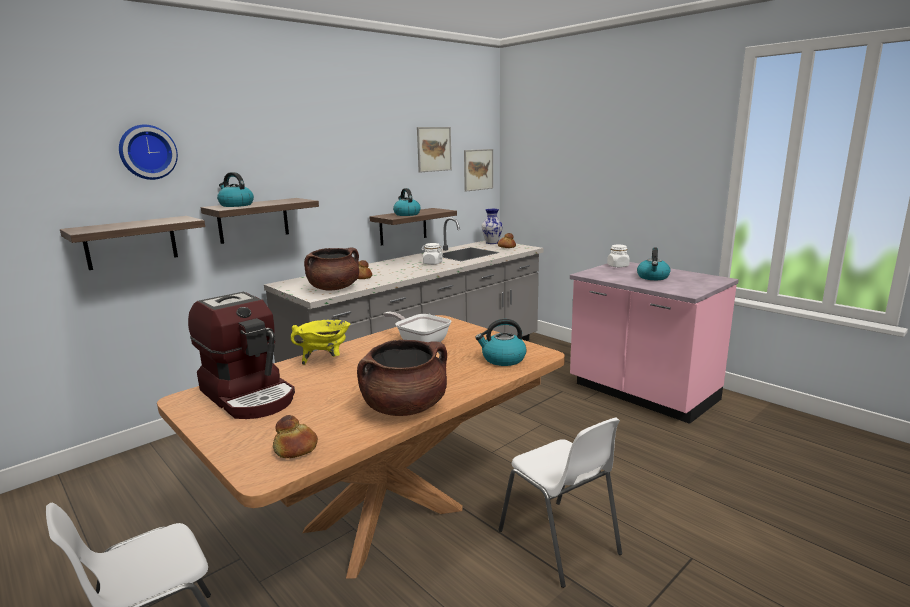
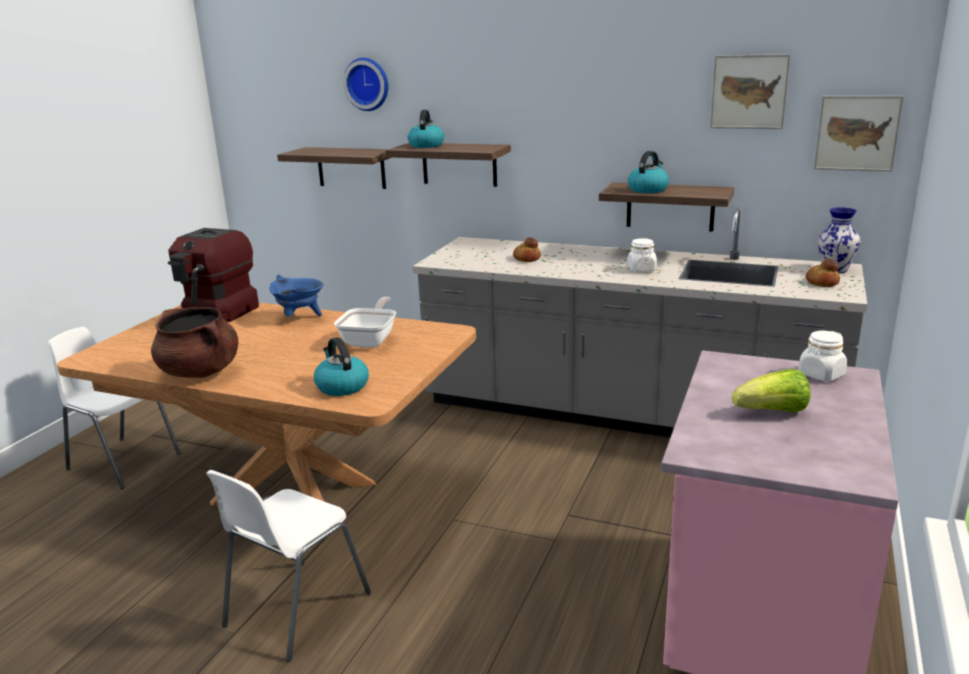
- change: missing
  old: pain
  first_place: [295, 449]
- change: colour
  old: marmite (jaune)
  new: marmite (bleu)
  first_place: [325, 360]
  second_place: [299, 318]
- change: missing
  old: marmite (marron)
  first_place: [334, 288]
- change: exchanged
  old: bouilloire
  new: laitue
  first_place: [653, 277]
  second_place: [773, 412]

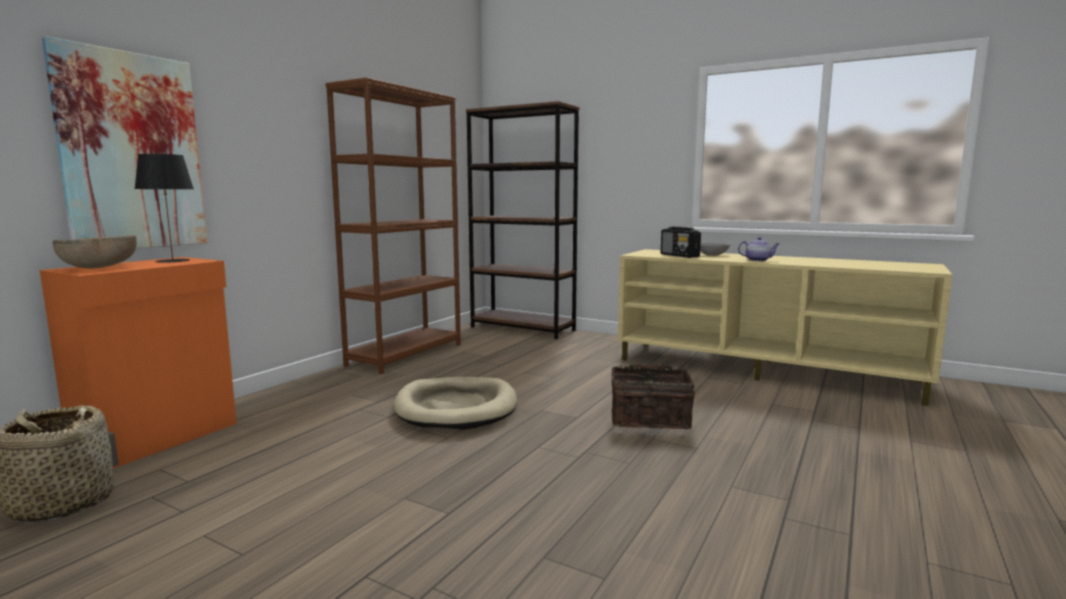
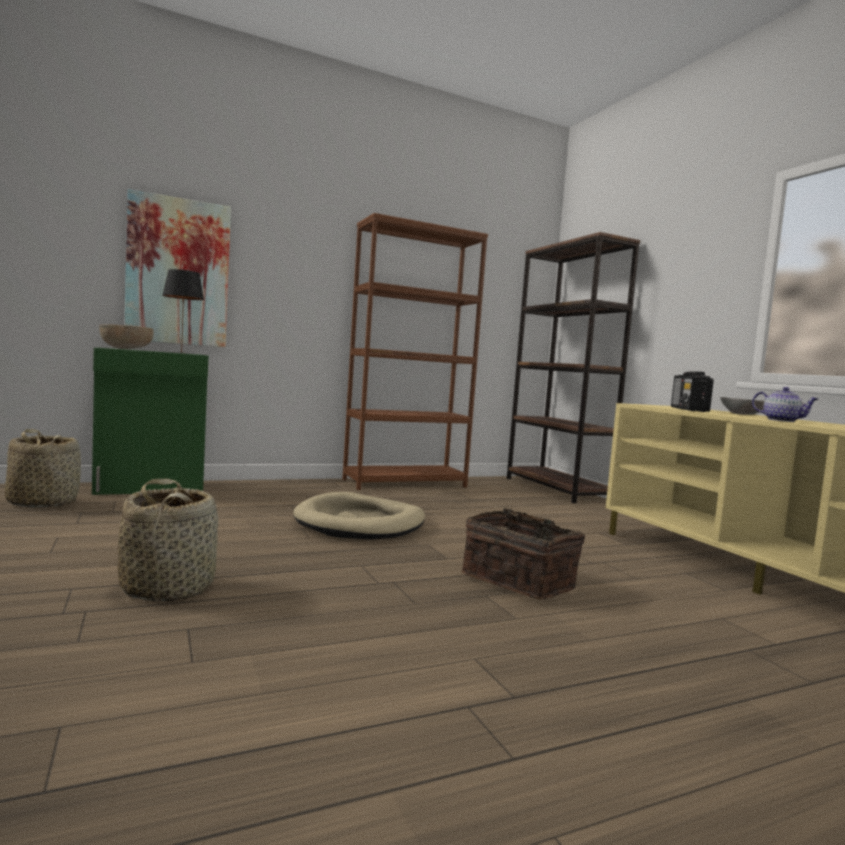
- change: colour
  old: meuble de rangement (orange)
  new: meuble de rangement (vert)
  first_place: [160, 438]
  second_place: [150, 488]
- change: appeared
  new: panier
  second_place: [168, 587]

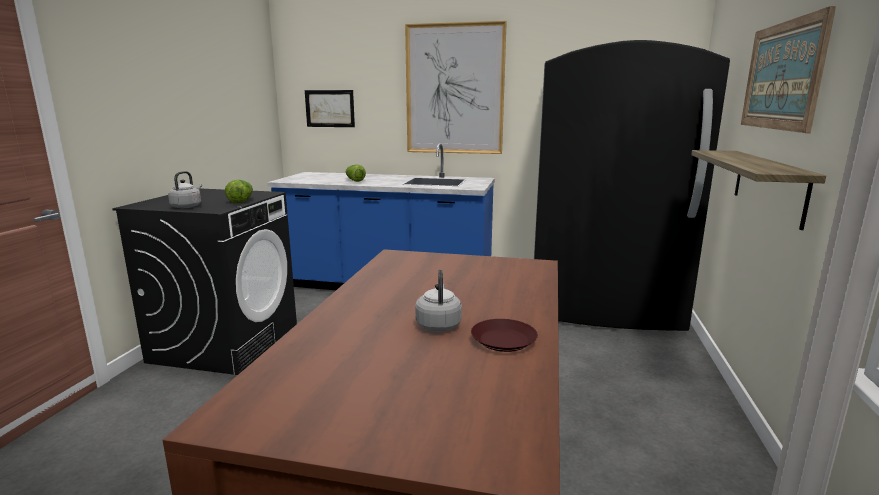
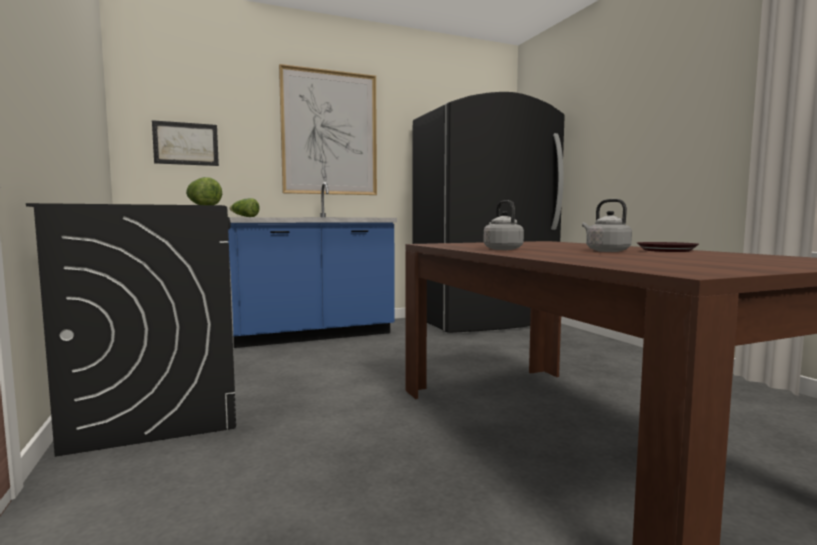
- change: relocated
  old: bouilloire (gris)
  first_place: [187, 206]
  second_place: [501, 249]
- change: missing
  old: étagère
  first_place: [768, 185]
- change: missing
  old: tableau
  first_place: [782, 76]

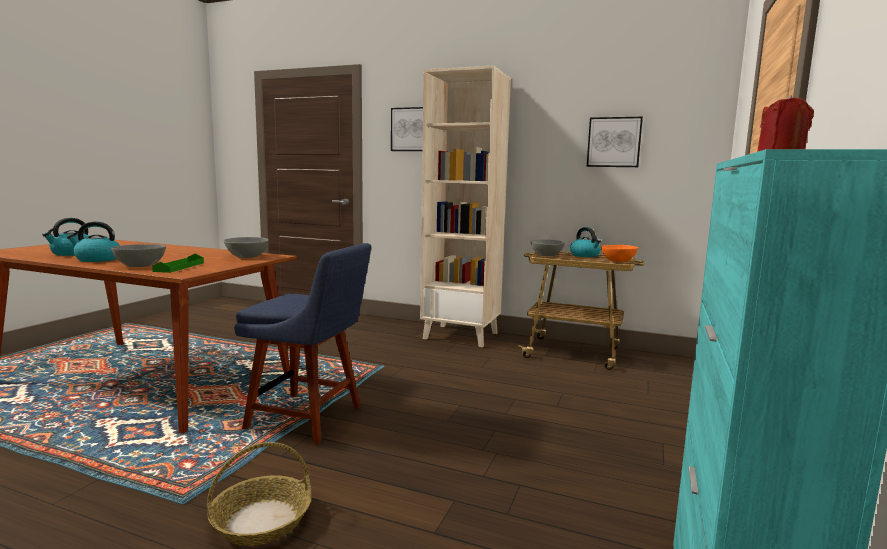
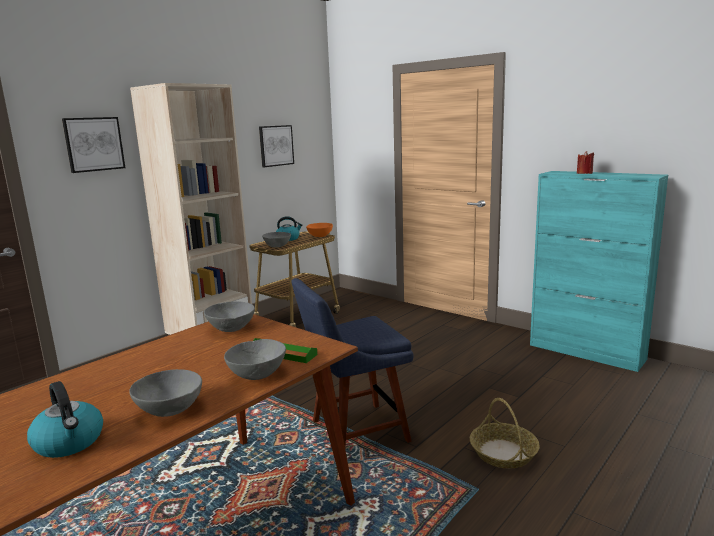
- change: exchanged
  old: bouilloire
  new: bol (gris)
  first_place: [97, 259]
  second_place: [170, 409]
- change: spun
  old: chaise (bleu)
  first_place: [310, 418]
  second_place: [354, 432]
  degrees: -150

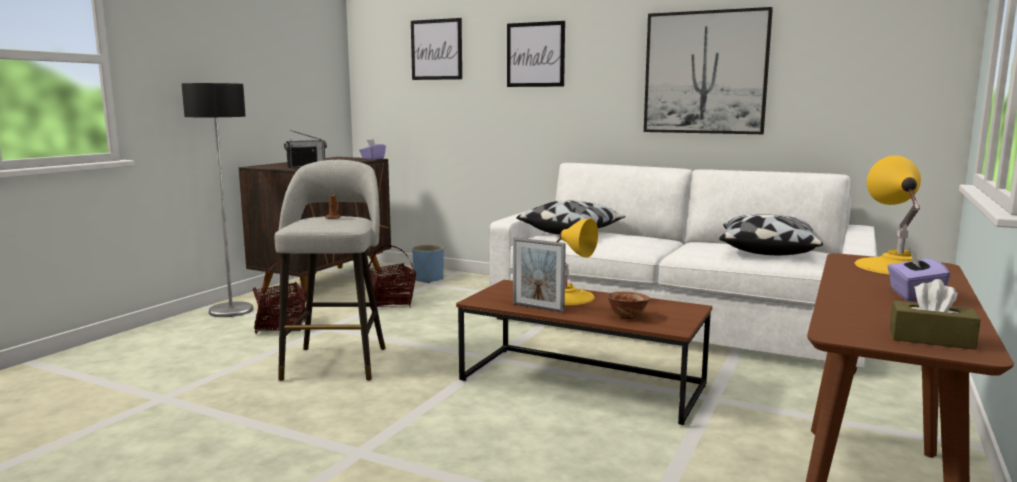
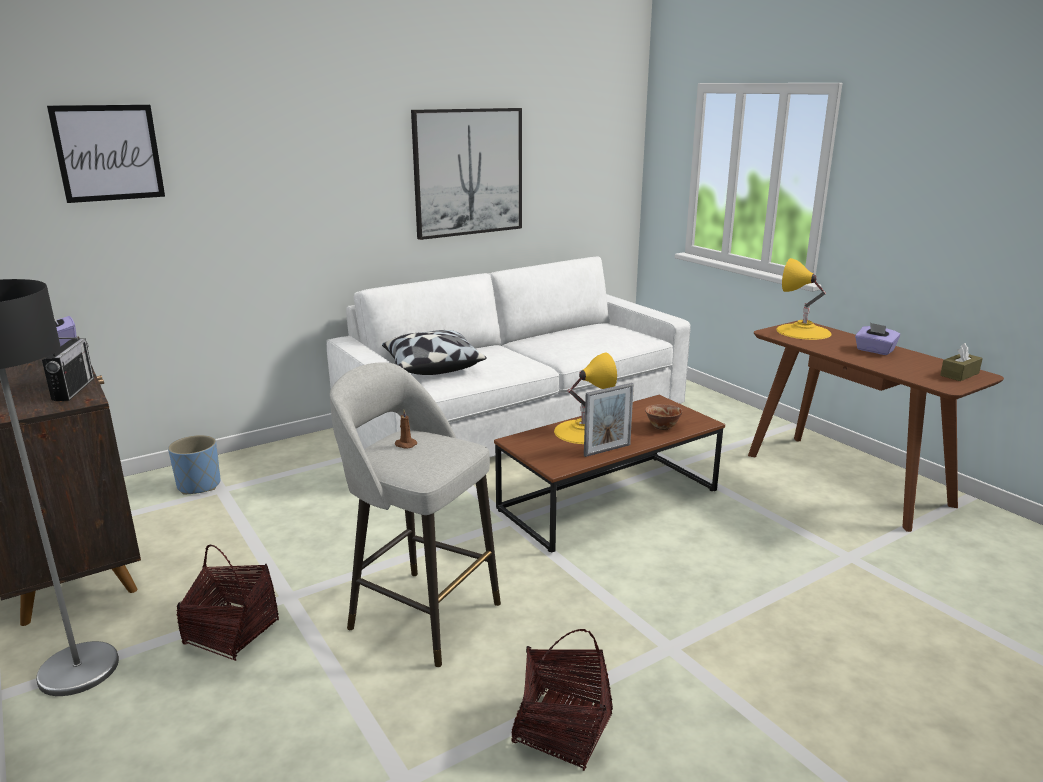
- change: relocated
  old: panier
  first_place: [391, 303]
  second_place: [562, 730]
- change: missing
  old: tableau
  first_place: [535, 54]
- change: missing
  old: coussin
  first_place: [766, 251]

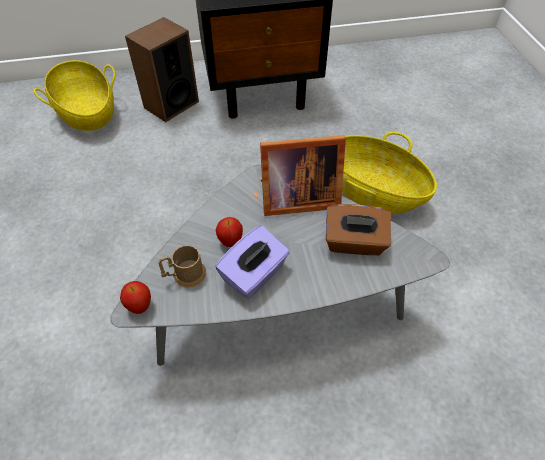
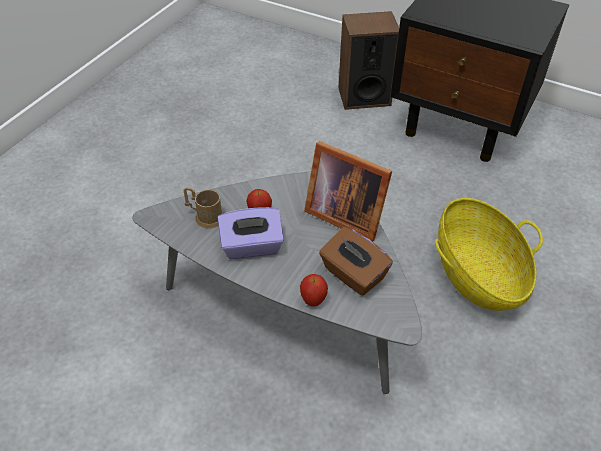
- change: missing
  old: panier
  first_place: [87, 112]
- change: relocated
  old: pomme
  first_place: [140, 306]
  second_place: [313, 300]

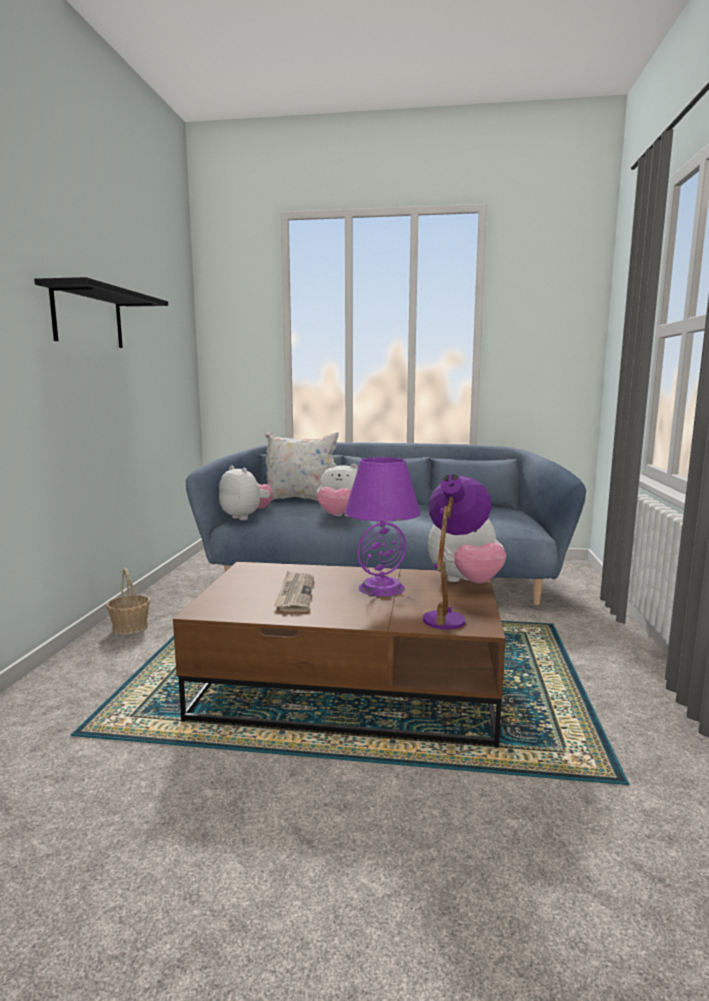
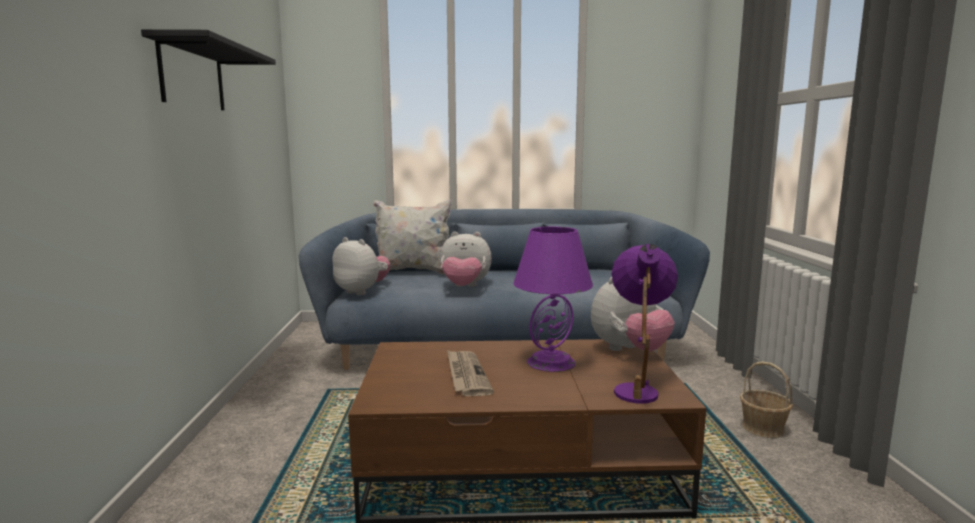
- change: relocated
  old: panier
  first_place: [130, 627]
  second_place: [763, 428]

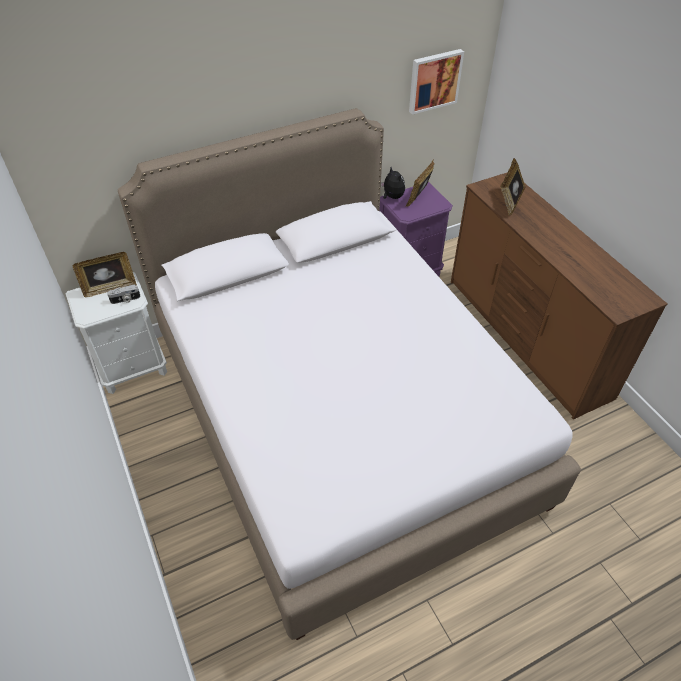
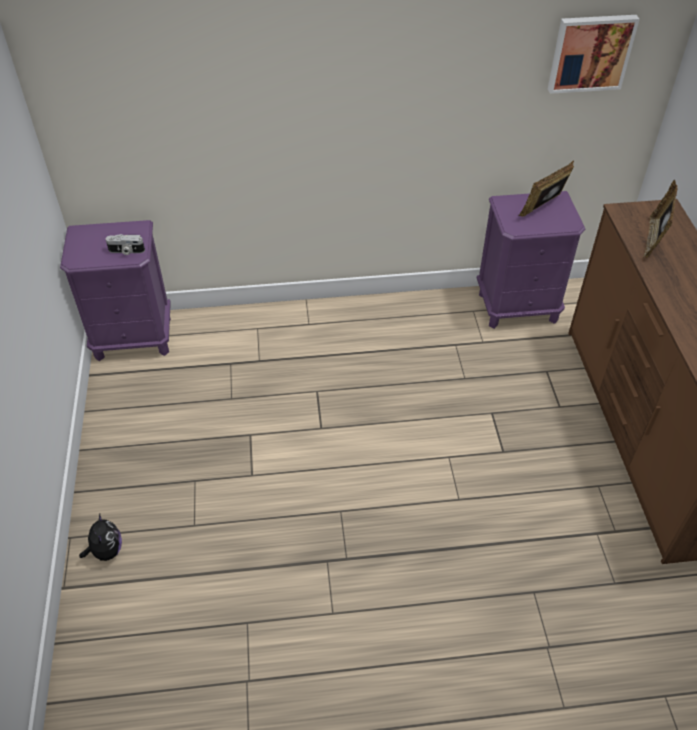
- change: colour
  old: table de chevet (blanc)
  new: table de chevet (violet)
  first_place: [133, 368]
  second_place: [133, 337]
- change: missing
  old: cadre photo
  first_place: [110, 288]
- change: missing
  old: lit (blanc)
  first_place: [339, 416]
- change: relocated
  old: peluche
  first_place: [392, 197]
  second_place: [106, 551]

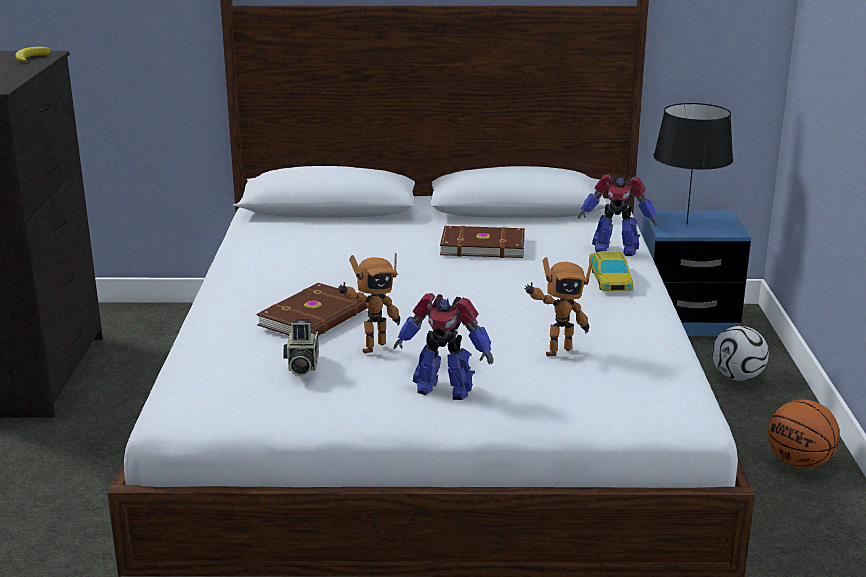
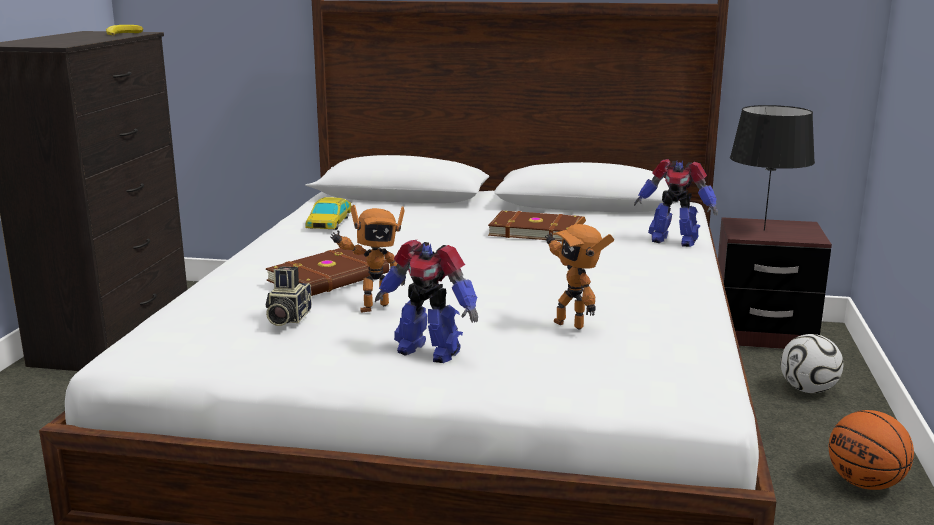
- change: spun
  old: robot jouet
  first_place: [556, 350]
  second_place: [571, 324]
  degrees: 60
- change: relocated
  old: petite voiture
  first_place: [610, 279]
  second_place: [329, 222]
- change: colour
  old: table de chevet (bleu)
  new: table de chevet (marron)
  first_place: [686, 321]
  second_place: [762, 333]

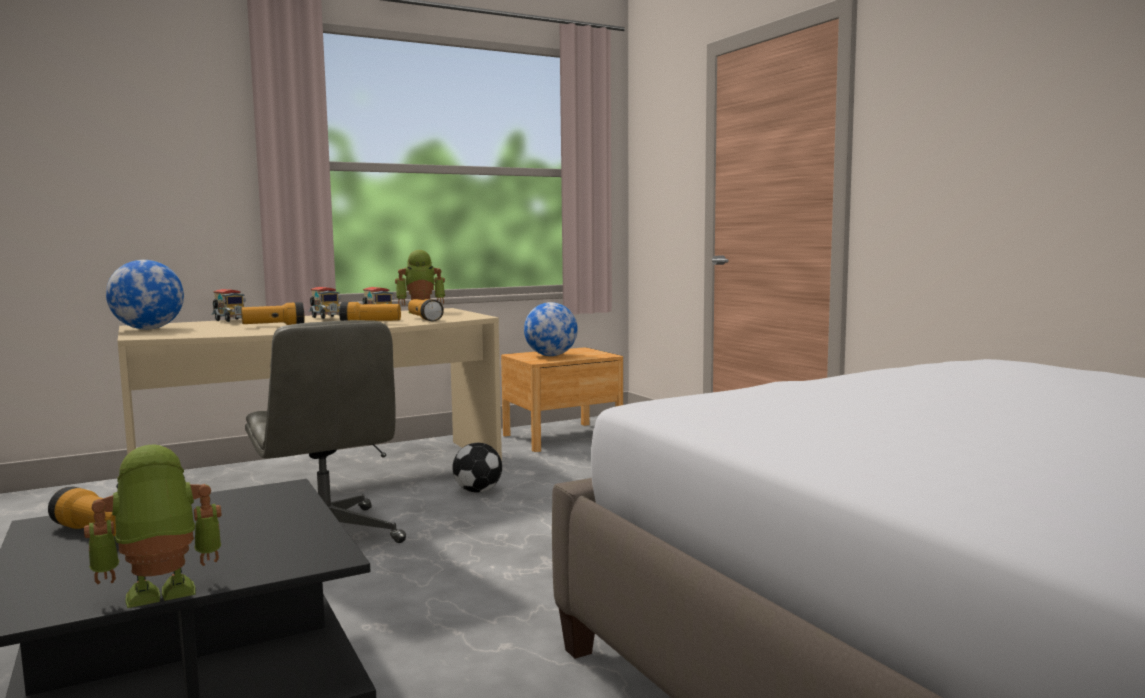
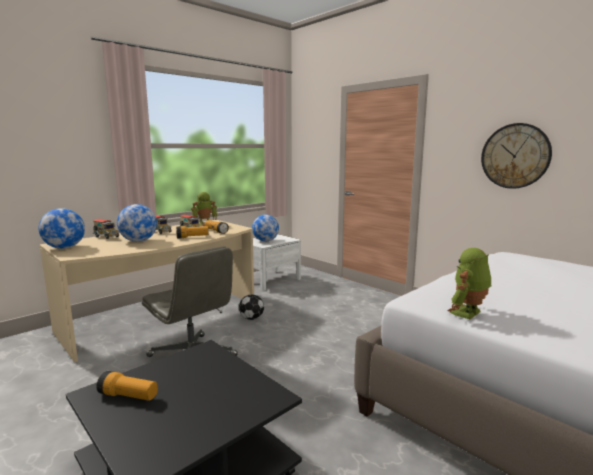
- change: relocated
  old: robot jouet
  first_place: [160, 595]
  second_place: [468, 313]
- change: exchanged
  old: lampe de poche
  new: globe
  first_place: [274, 325]
  second_place: [138, 241]
- change: colour
  old: table de chevet (marron)
  new: table de chevet (blanc)
  first_place: [562, 437]
  second_place: [270, 280]
- change: appeared
  new: horloge murale
  second_place: [515, 156]

